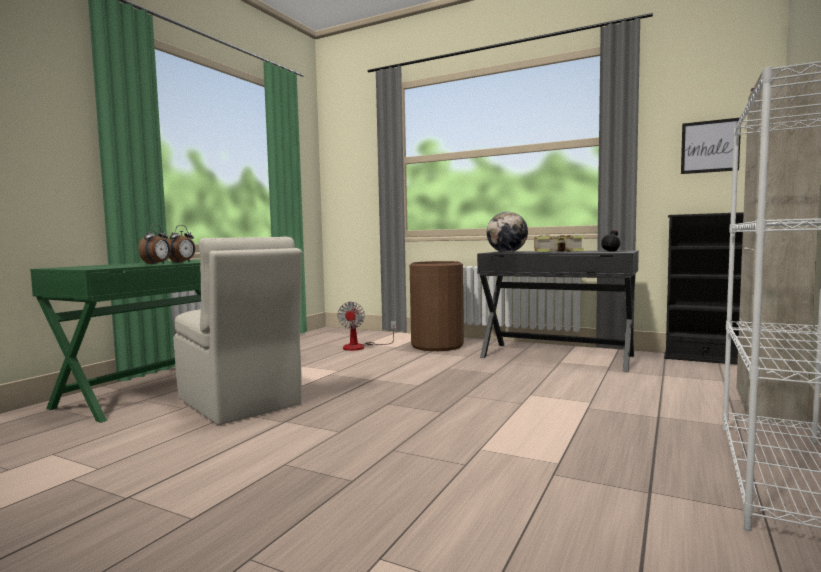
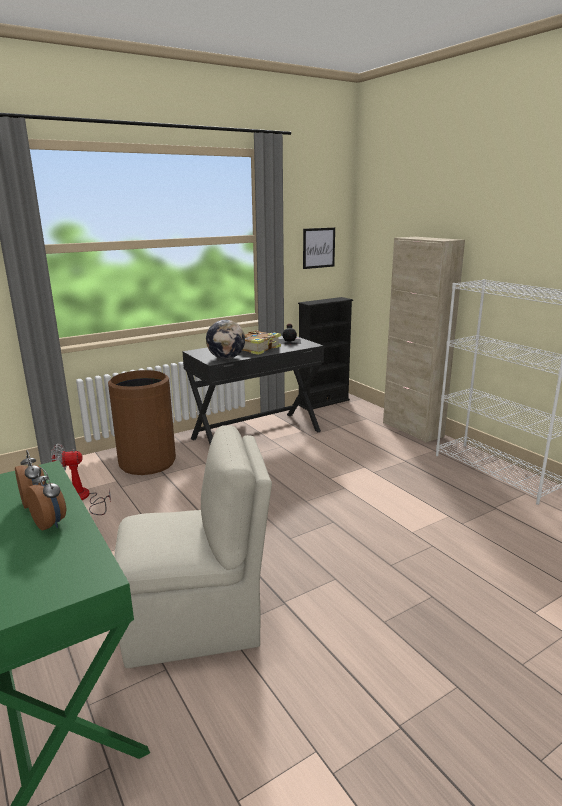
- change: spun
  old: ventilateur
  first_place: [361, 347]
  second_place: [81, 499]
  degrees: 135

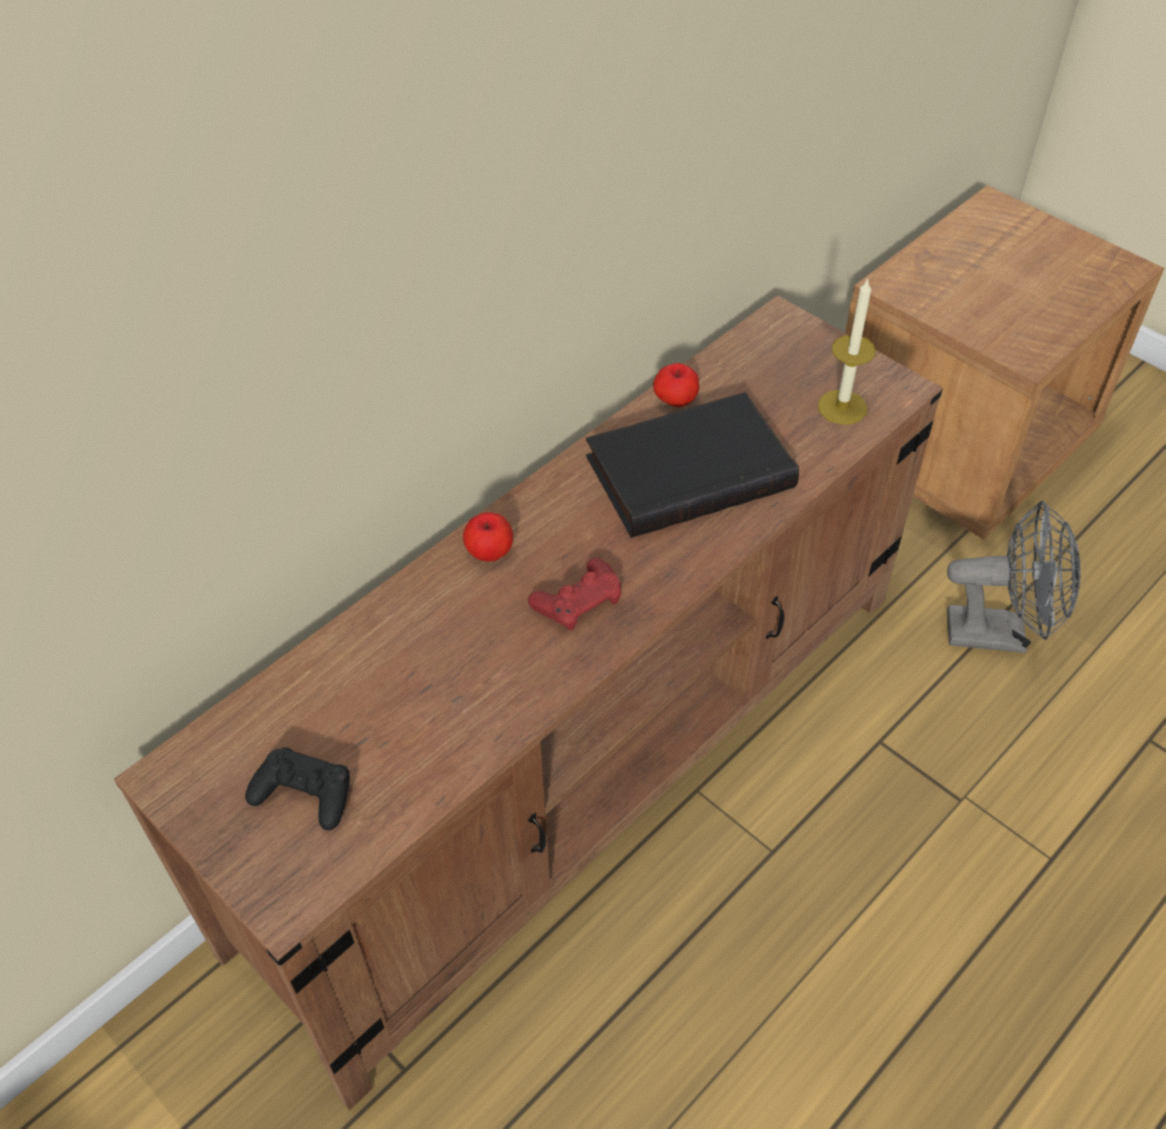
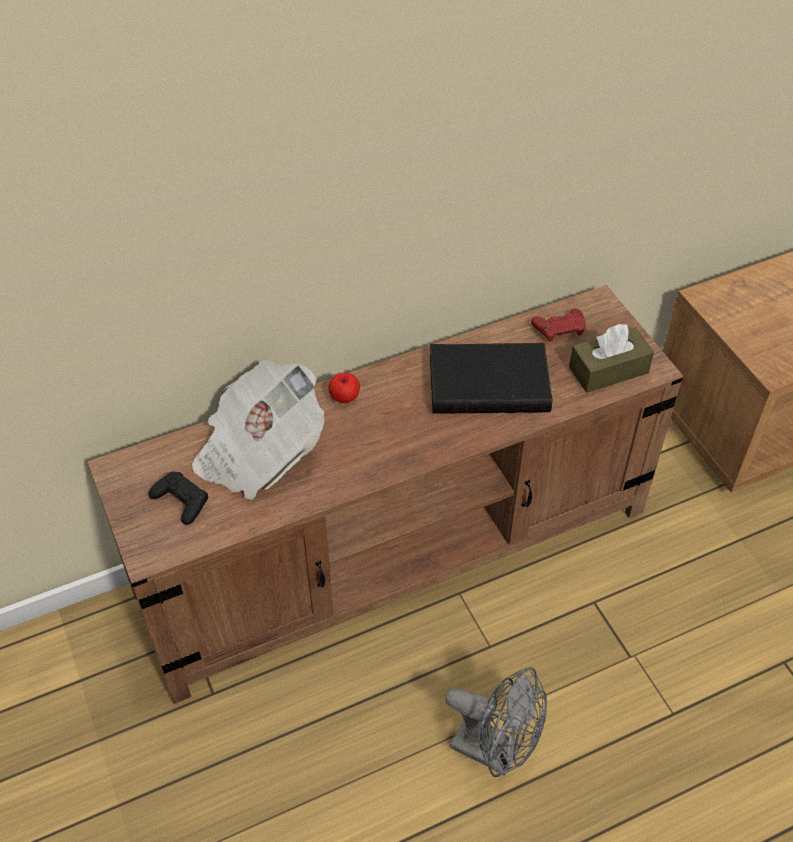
- change: relocated
  old: manette (rouge)
  first_place: [578, 601]
  second_place: [559, 329]
- change: missing
  old: pomme
  first_place: [675, 401]
- change: exchanged
  old: bougie
  new: boîte à mouchoirs (marron)
  first_place: [842, 407]
  second_place: [608, 370]
- change: relocated
  old: ventilateur (gris)
  first_place: [999, 633]
  second_place: [495, 751]
- change: appeared
  new: journal
  second_place: [259, 451]

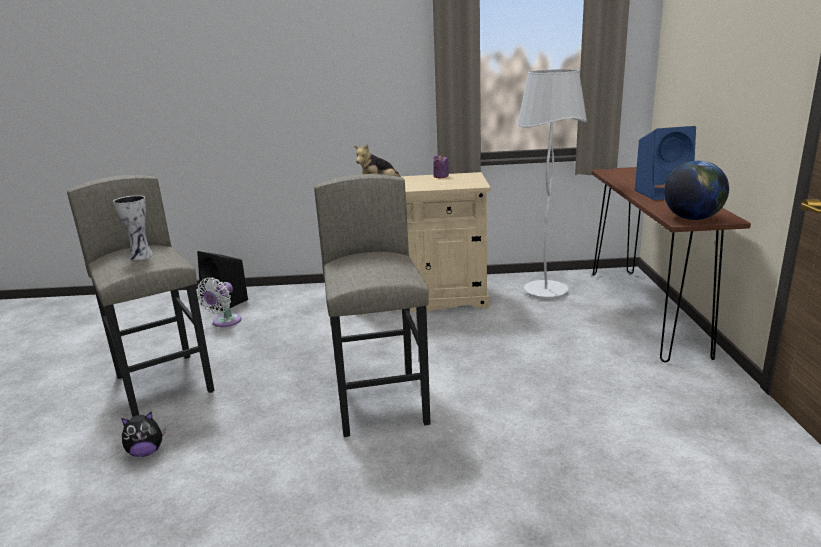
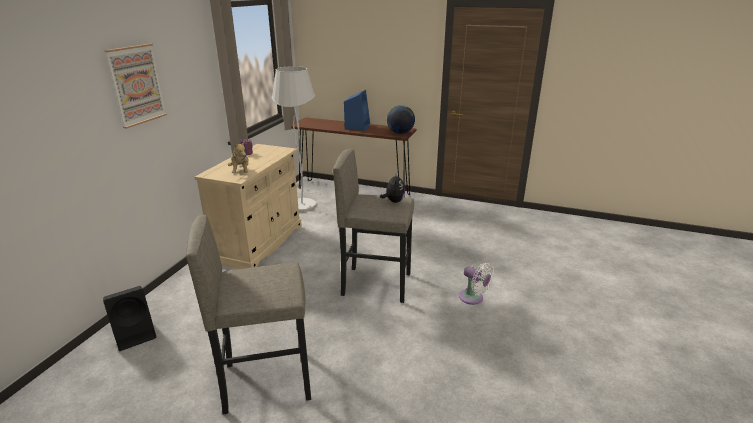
- change: missing
  old: vase
  first_place: [142, 256]
- change: relocated
  old: peluche
  first_place: [146, 452]
  second_place: [393, 201]
- change: relocated
  old: ventilateur (blanc)
  first_place: [224, 322]
  second_place: [473, 298]
- change: appeared
  new: tableau
  second_place: [136, 85]

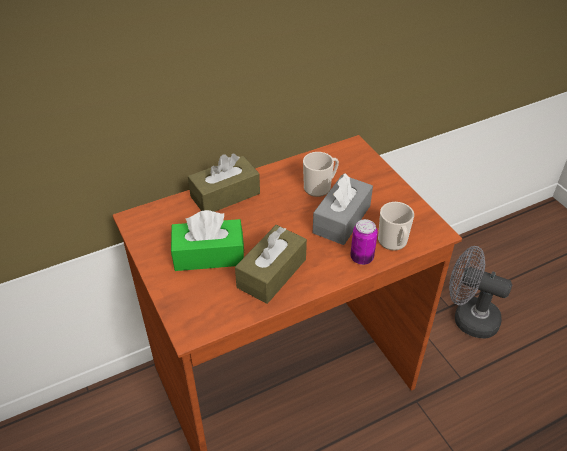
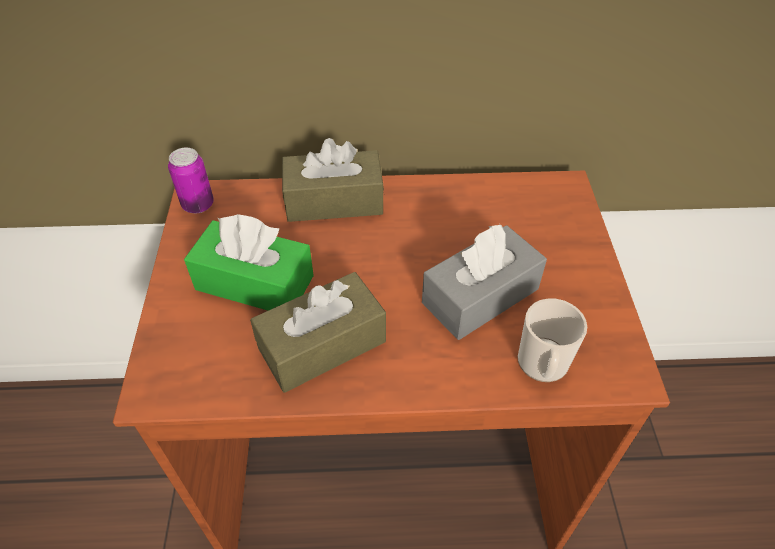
- change: missing
  old: mug
  first_place: [320, 187]
- change: relocated
  old: boîte métallique
  first_place: [361, 258]
  second_place: [198, 205]
- change: missing
  old: ventilateur (gris)
  first_place: [468, 318]

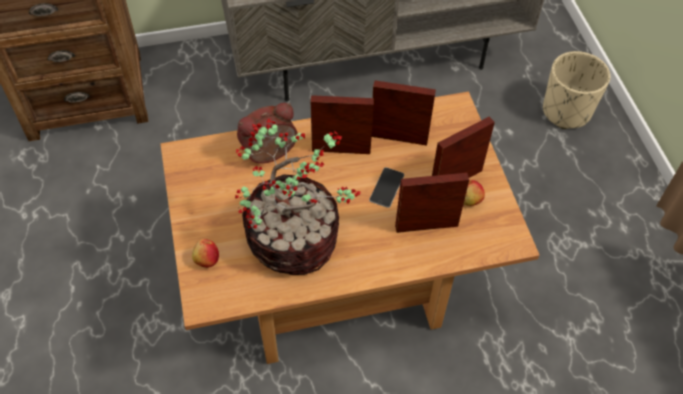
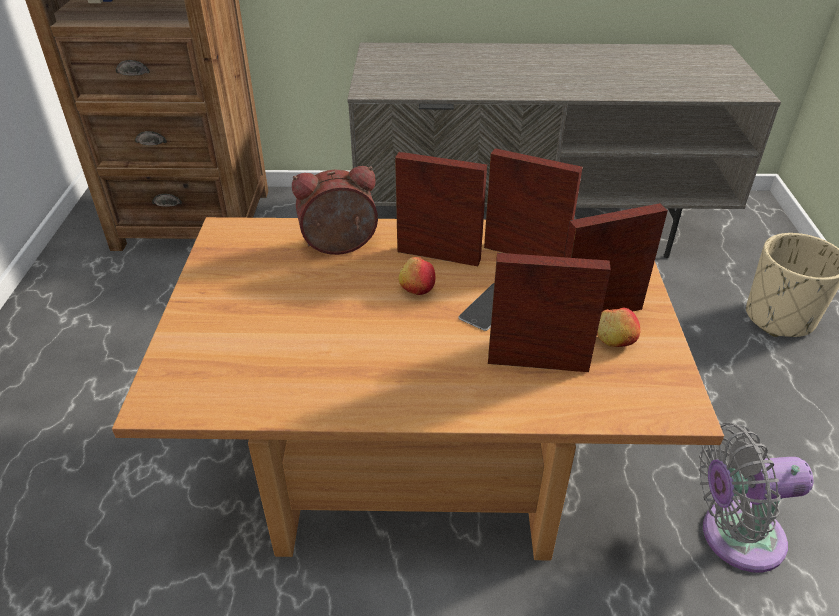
- change: relocated
  old: pomme
  first_place: [206, 259]
  second_place: [417, 289]
- change: missing
  old: plante en pot
  first_place: [296, 239]
- change: appeared
  new: ventilateur (gris)
  second_place: [734, 536]

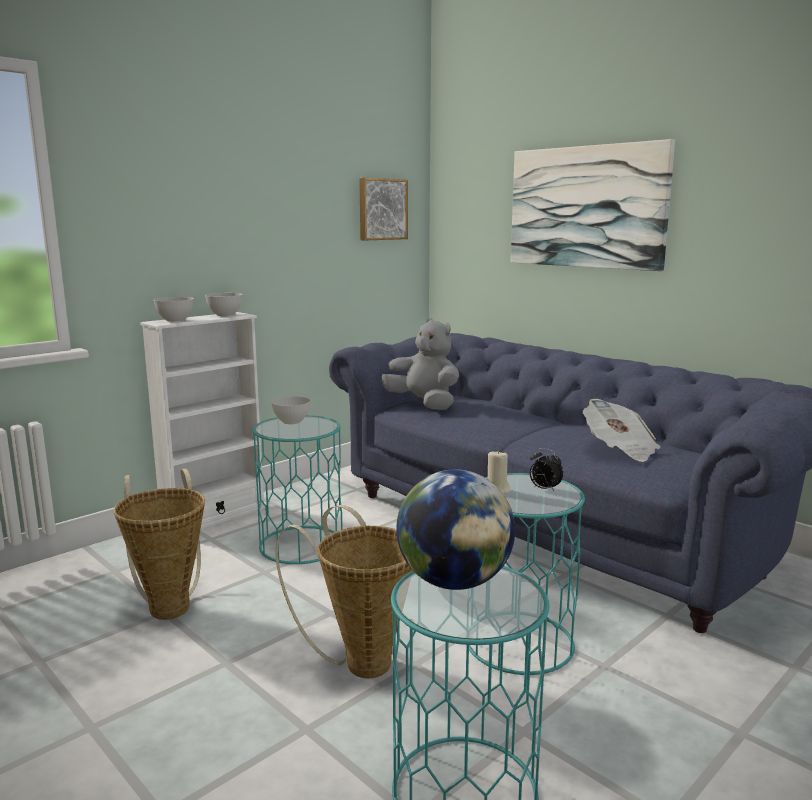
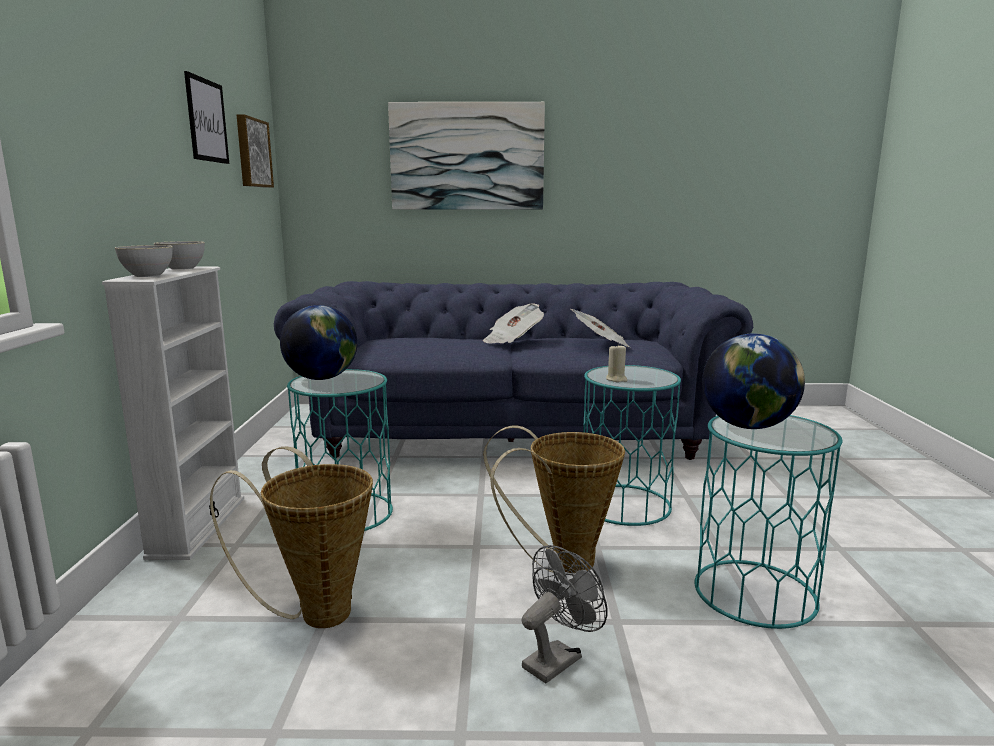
- change: exchanged
  old: bol (gris)
  new: globe
  first_place: [291, 421]
  second_place: [321, 378]
- change: missing
  old: peluche (gris)
  first_place: [424, 404]
- change: missing
  old: réveil
  first_place: [544, 489]
- change: appeared
  new: tableau
  second_place: [207, 120]
- change: appeared
  new: journal
  second_place: [512, 340]
- change: appeared
  new: ventilateur (gris)
  second_place: [557, 658]

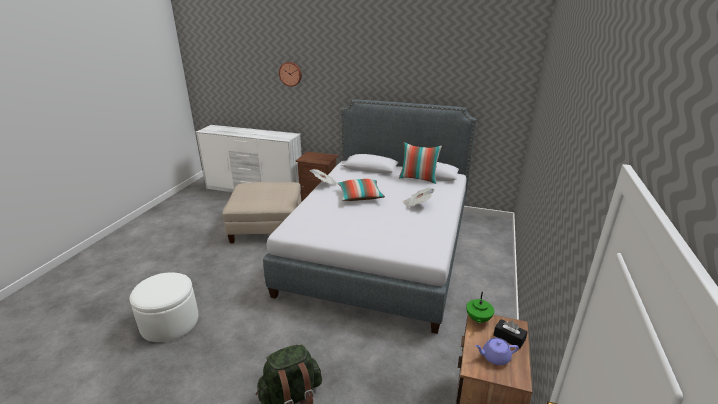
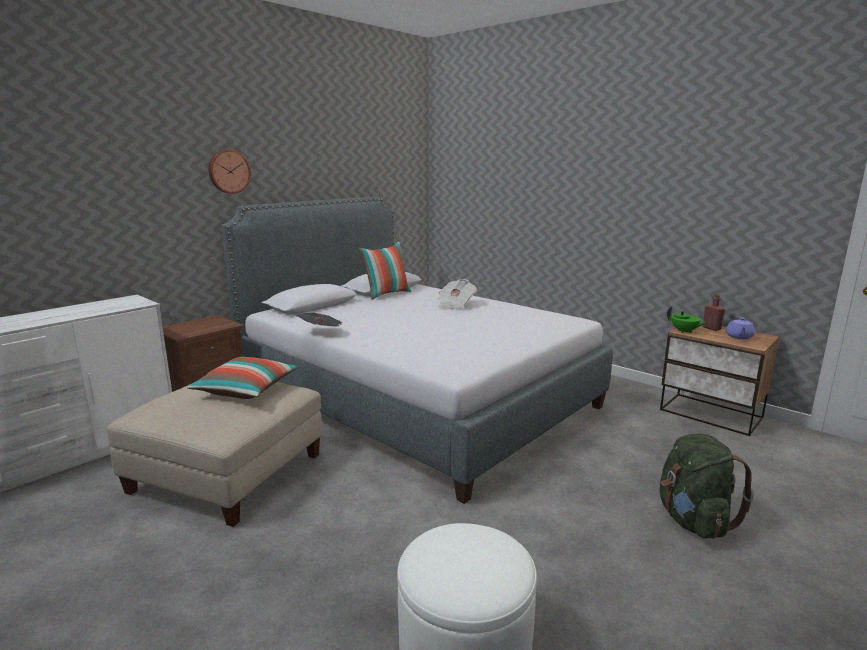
- change: relocated
  old: horloge murale
  first_place: [290, 74]
  second_place: [228, 171]
- change: relocated
  old: coussin
  first_place: [360, 196]
  second_place: [246, 390]
- change: exchanged
  old: boîte à mouchoirs (noir)
  new: bouteille (rouge)
  first_place: [509, 338]
  second_place: [711, 328]

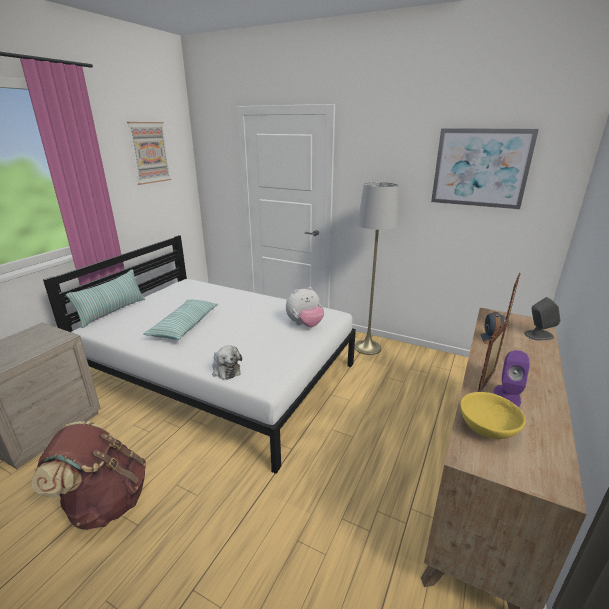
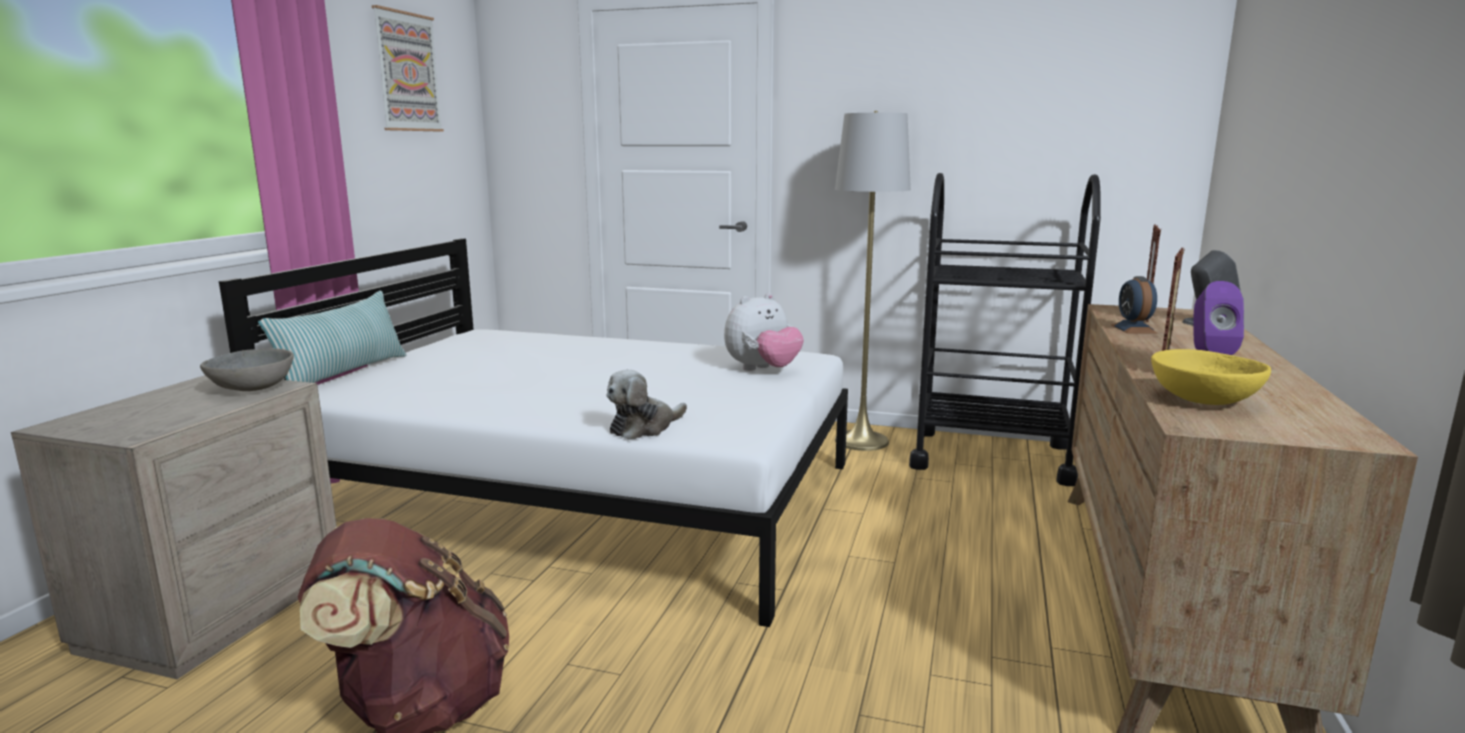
- change: missing
  old: coussin
  first_place: [184, 326]
- change: spun
  old: peluche
  first_place: [225, 369]
  second_place: [644, 428]
  degrees: 90
- change: missing
  old: tableau
  first_place: [480, 168]
- change: appeared
  new: bol (gris)
  second_place: [251, 389]
- change: appeared
  new: chariot (noir)
  second_place: [990, 456]

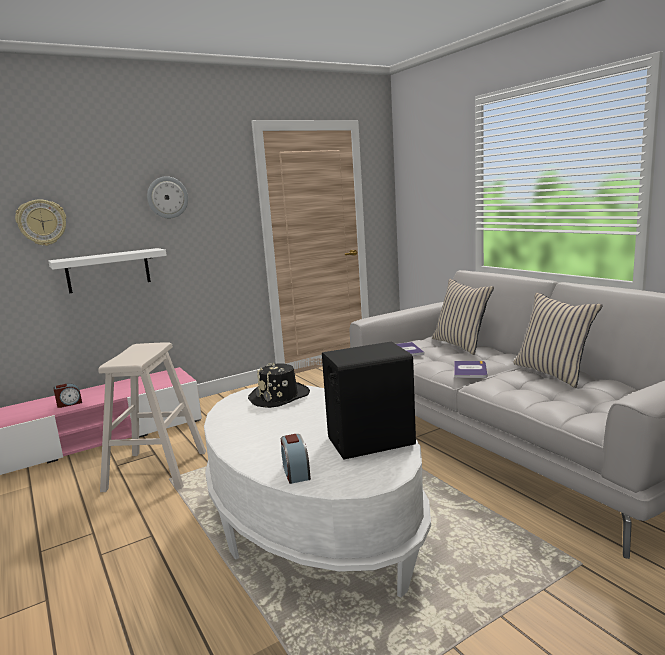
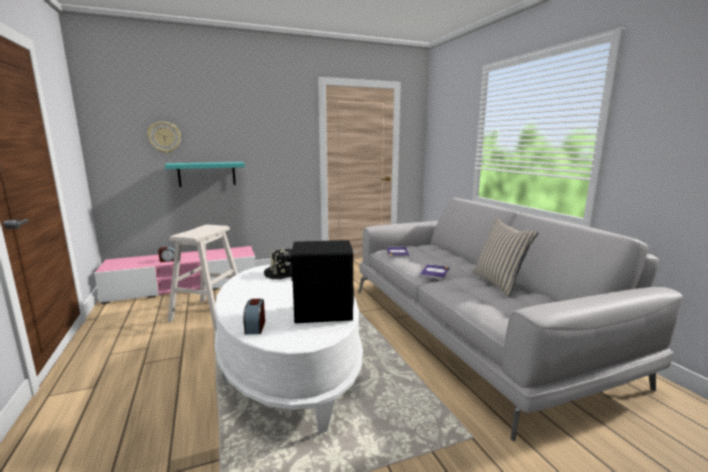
- change: colour
  old: étagère (blanc)
  new: étagère (turquoise)
  first_place: [108, 270]
  second_place: [207, 174]
- change: missing
  old: horloge murale
  first_place: [167, 197]
- change: missing
  old: coussin (beige)
  first_place: [461, 344]

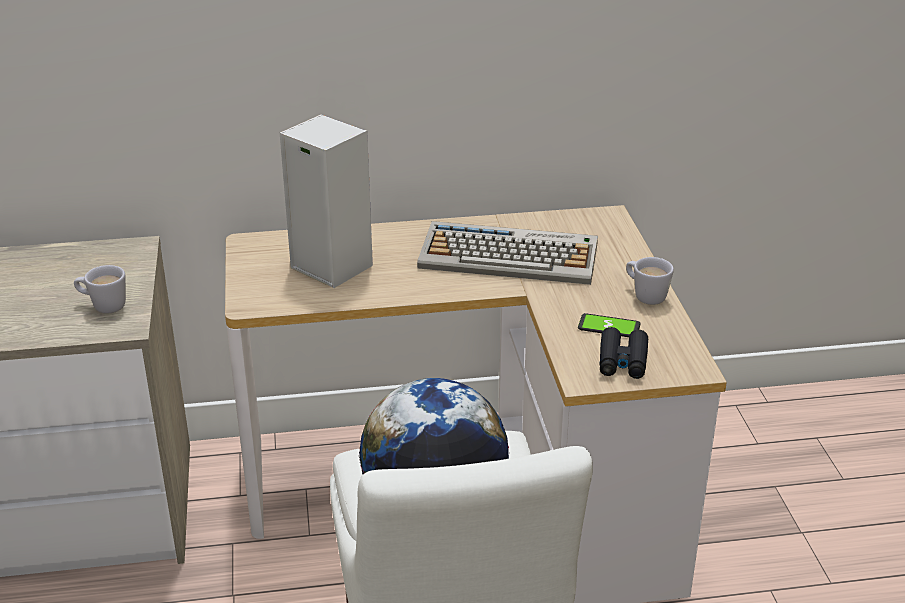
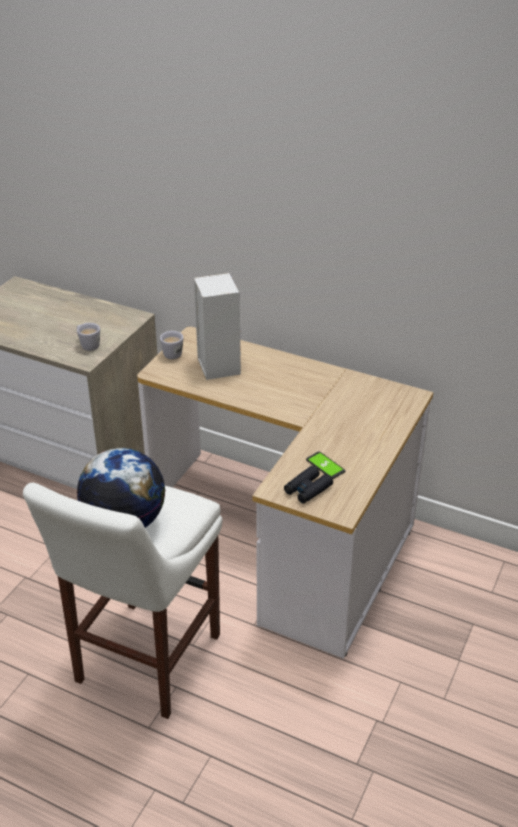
- change: missing
  old: clavier
  first_place: [510, 256]
- change: relocated
  old: mug (blanc)
  first_place: [645, 295]
  second_place: [172, 353]

